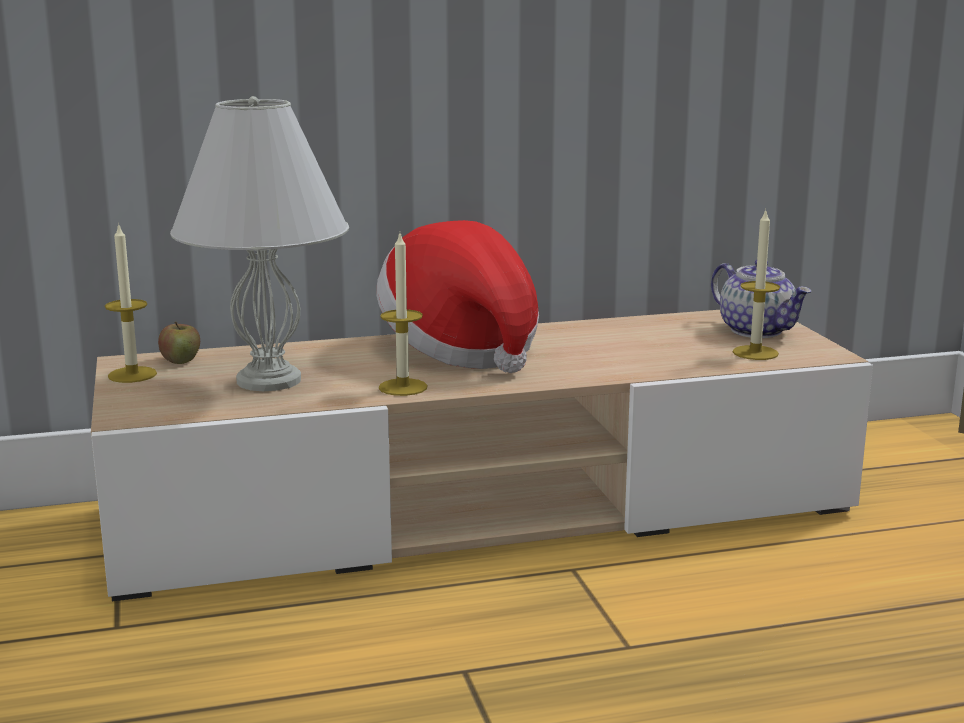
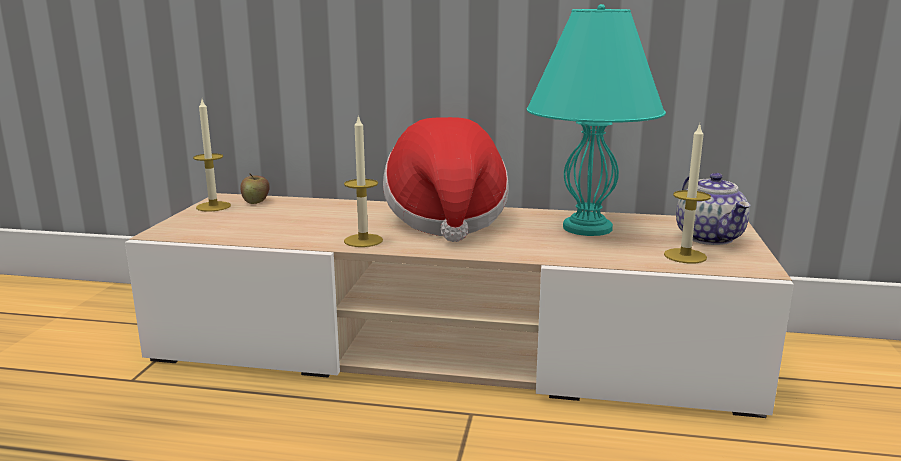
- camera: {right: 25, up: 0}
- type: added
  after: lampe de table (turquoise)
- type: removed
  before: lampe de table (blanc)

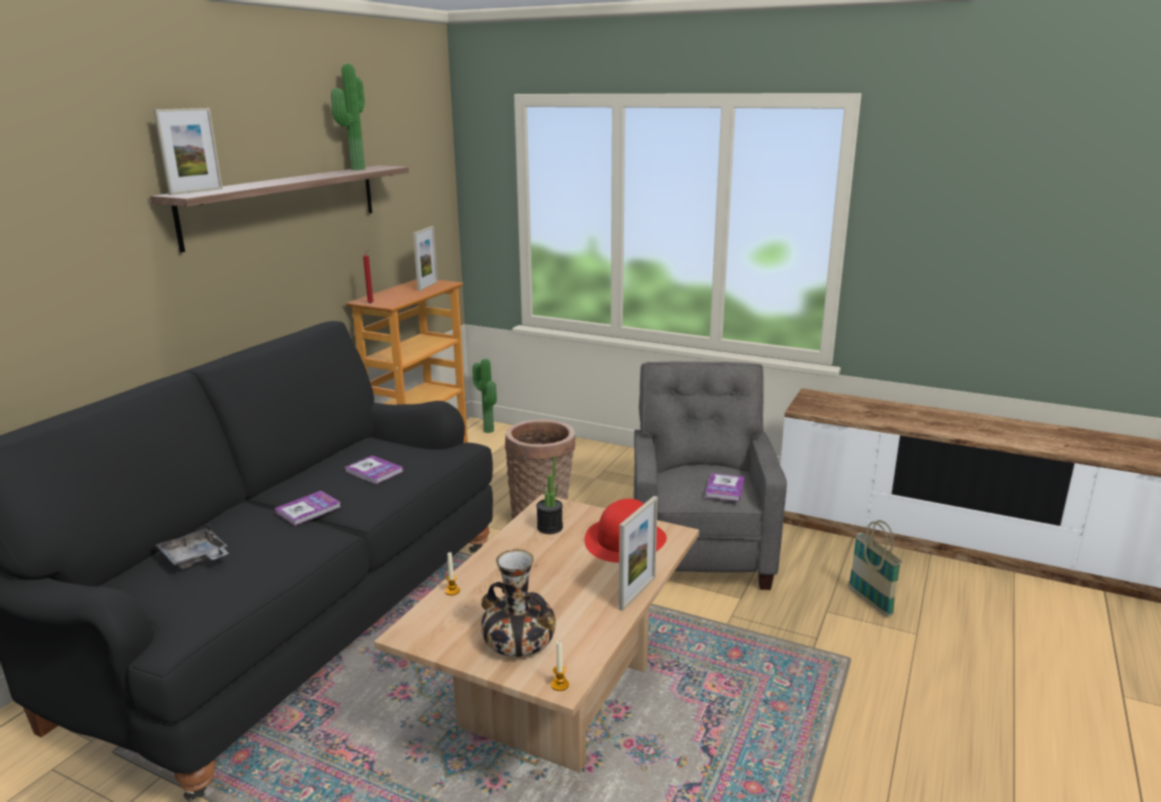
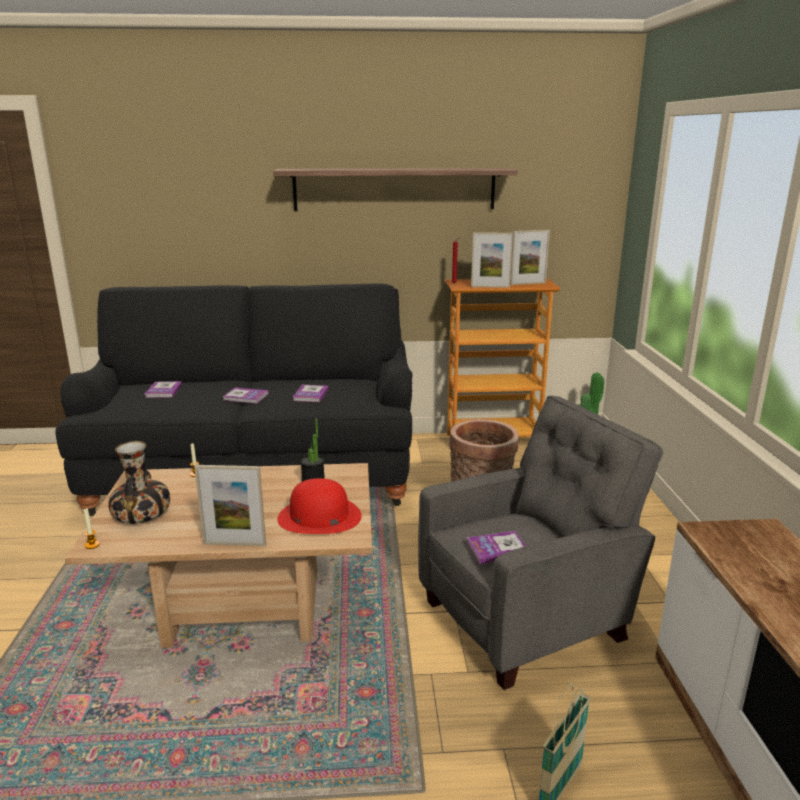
- camera: {right: 60, up: 0}
- type: replaced
  before: plateau (gris)
  after: livre (1st from left)
- type: moved
  before: cadre photo (1st from left in the first image)
  after: cadre photo (2nd from left)
- type: removed
  before: plante en pot (1st from left)

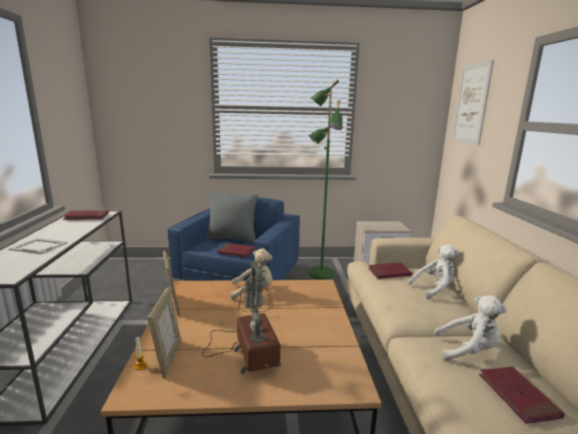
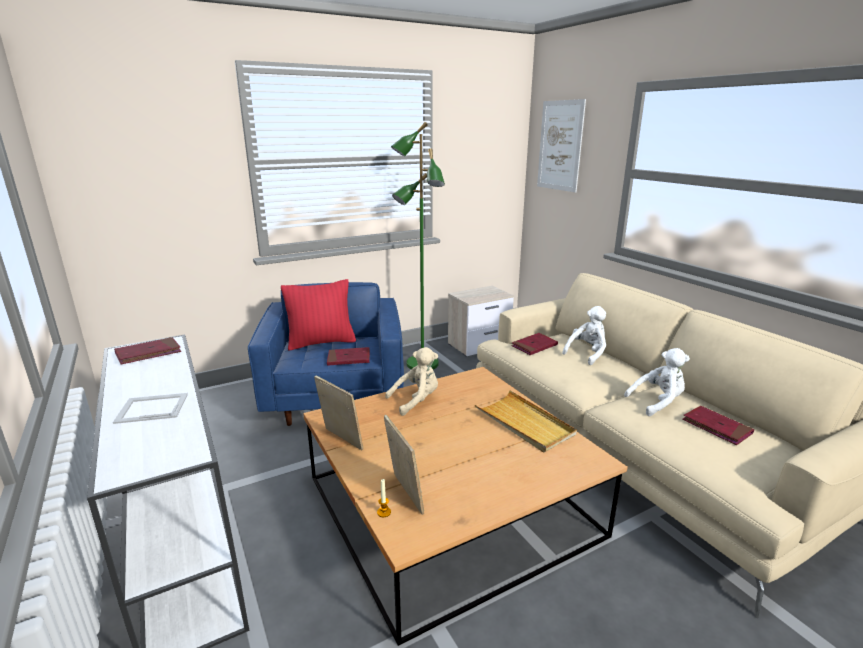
- camera: {right: -25, up: 5}
- type: recoloured
  before: coussin (gris)
  after: coussin (rouge)
- type: added
  after: plateau (beige)
- type: removed
  before: lampe de table

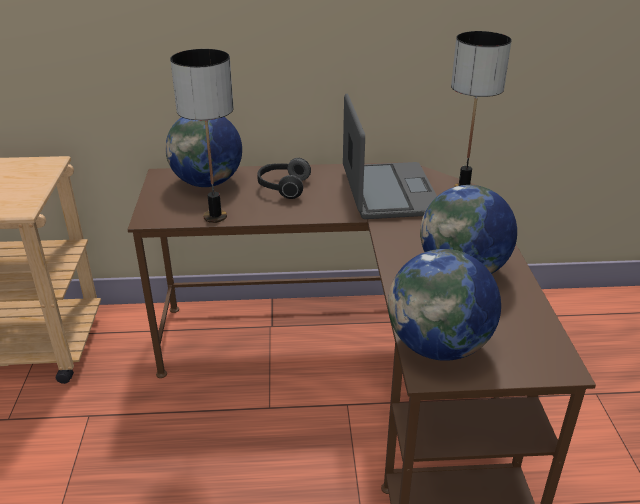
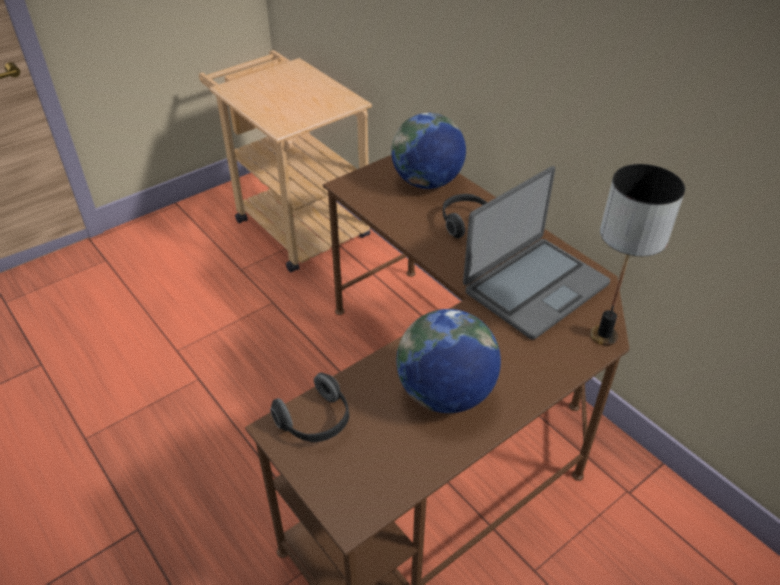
- camera: {right: 55, up: 10}
- type: replaced
  before: globe (2nd from left)
  after: casque audio (1st from left)
- type: removed
  before: lampe de table (1st from left)

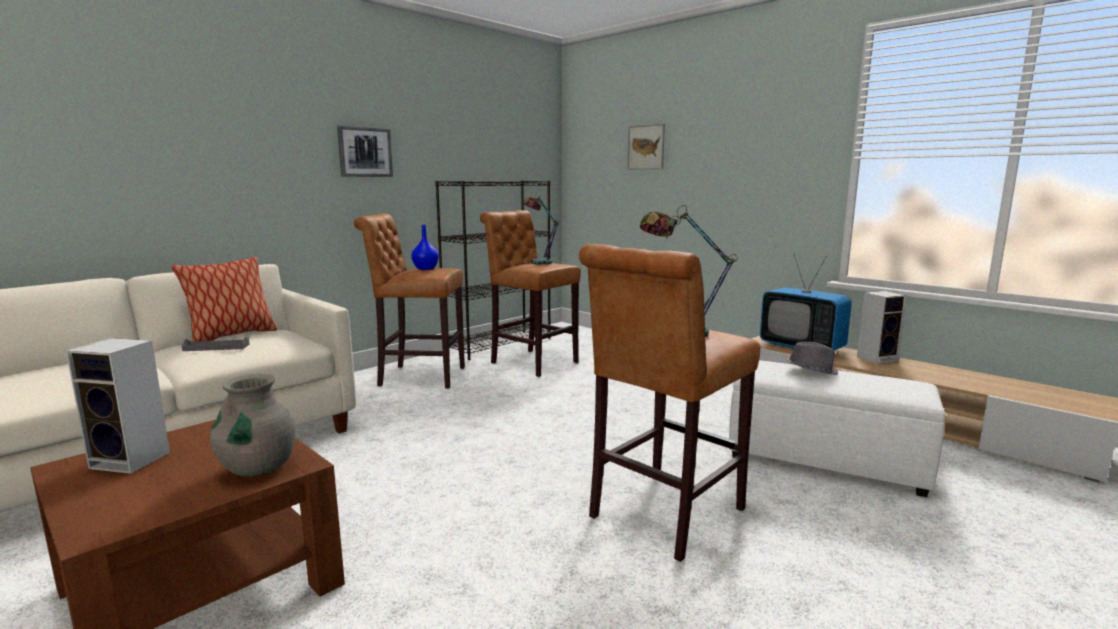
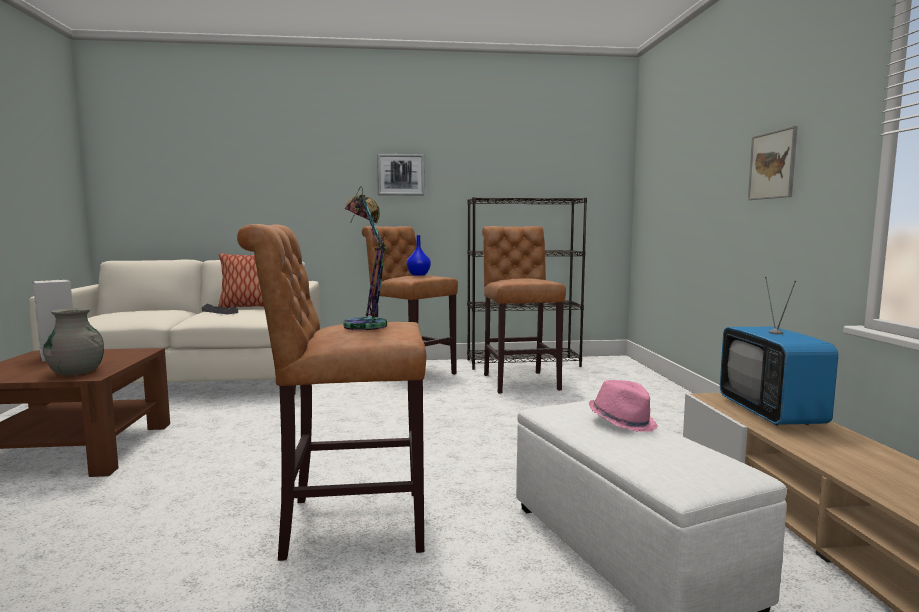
- camera: {right: 40, up: -5}
- type: recoloured
  before: chapeau (gris)
  after: chapeau (rose)
- type: moved
  before: tableau (2nd from left)
- type: removed
  before: lampe de table (1st from left)
- type: removed
  before: enceinte (2nd from left)

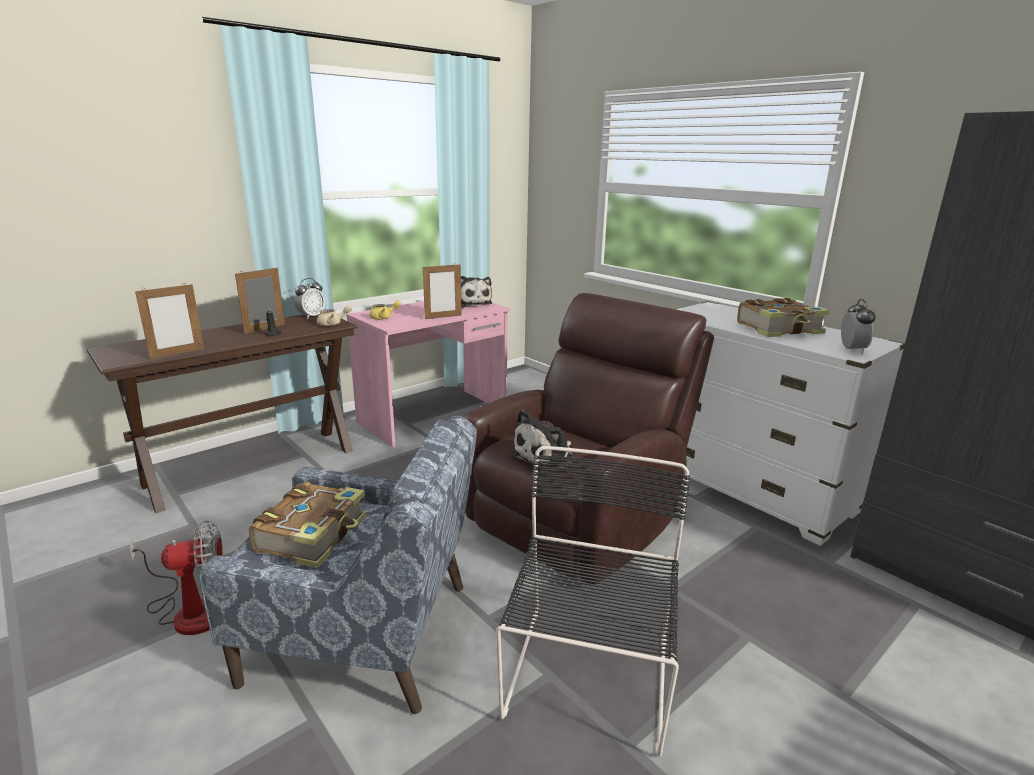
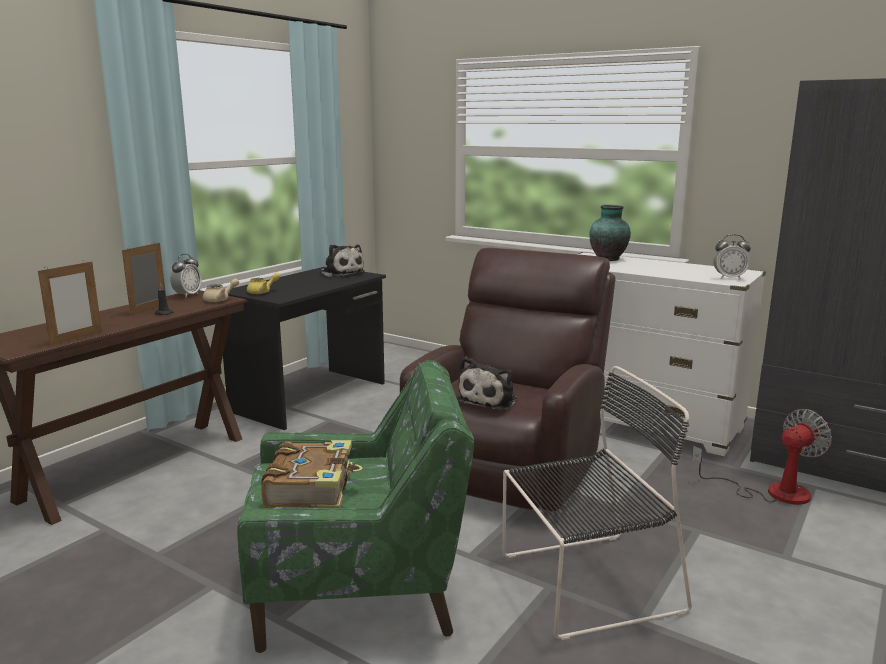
- camera: {right: -15, up: -5}
- type: recoloured
  before: bureau (rose)
  after: bureau (noir)
- type: recoloured
  before: fauteuil (bleu)
  after: fauteuil (vert)
- type: turned
  before: chaise (noir)
  turn: 75
- type: added
  after: vase
- type: moved
  before: ventilateur
- type: turned
  before: réveil (2nd from left)
  turn: 105
- type: removed
  before: cadre photo (3rd from left)
- type: removed
  before: livre (2nd from left)

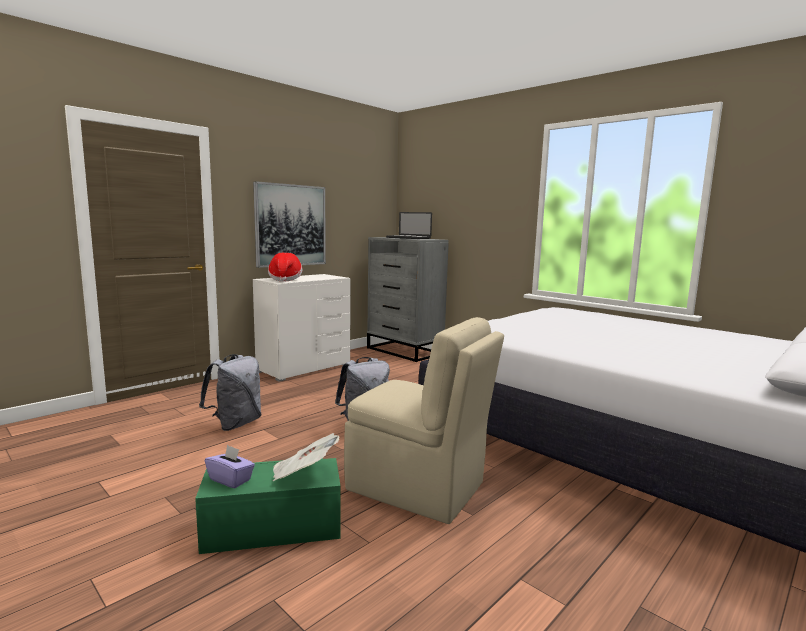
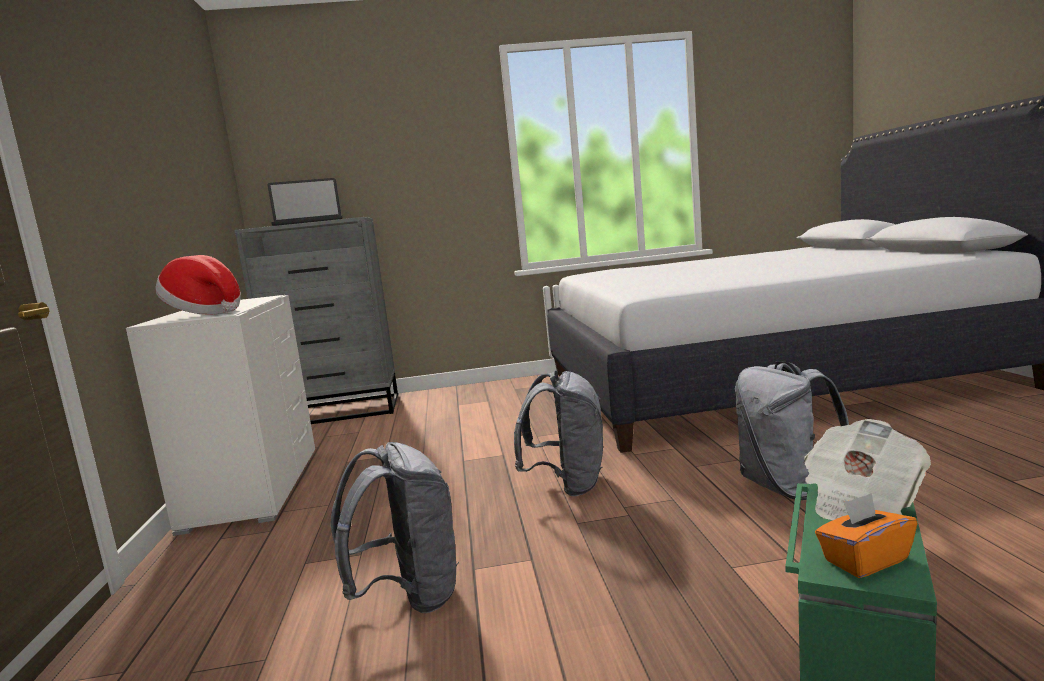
- camera: {right: -50, up: 0}
- type: replaced
  before: chaise (beige)
  after: sac à dos (gris) (3rd from left)
- type: recoloured
  before: boîte à mouchoirs (violet)
  after: boîte à mouchoirs (orange)
- type: removed
  before: tableau

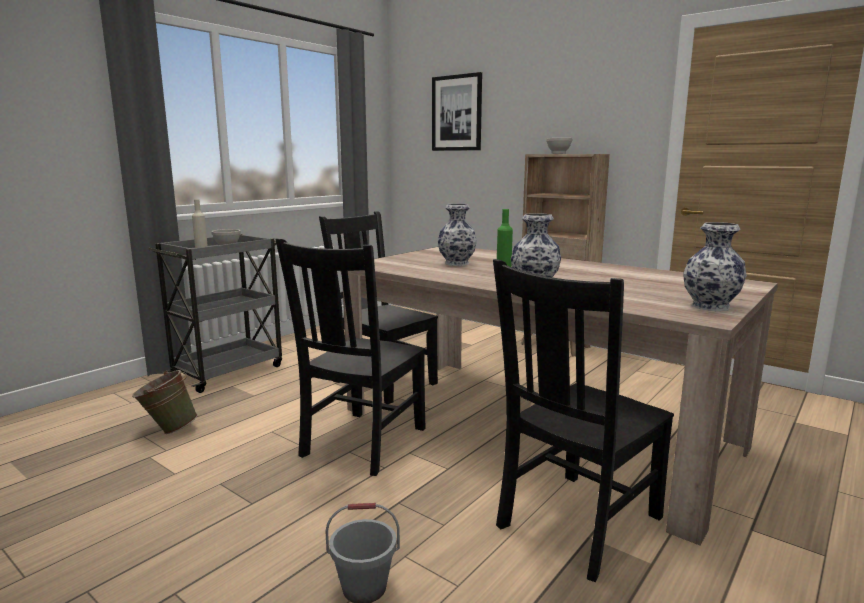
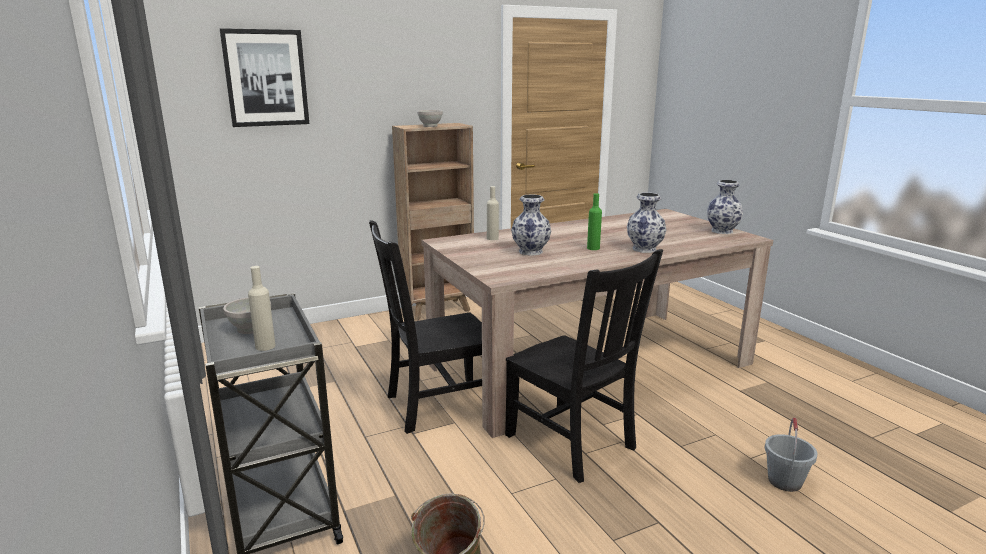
- camera: {right: -65, up: 5}
- type: added
  after: bouteille (beige) (2nd from left)
- type: removed
  before: chaise (noir) (3rd from left)

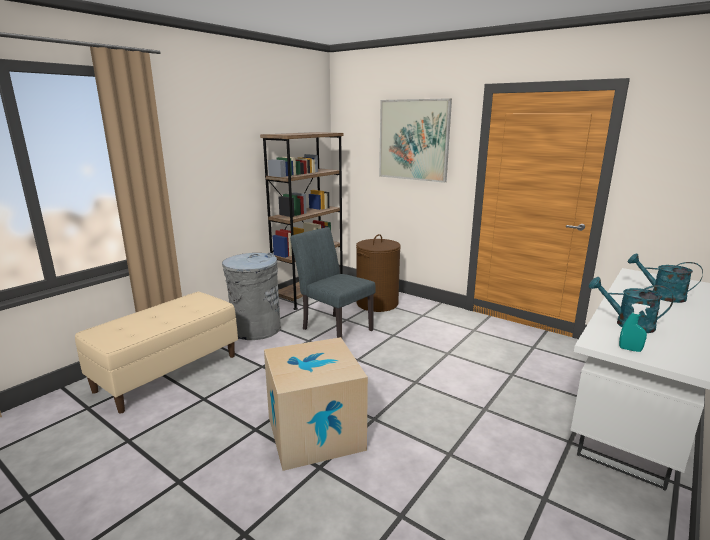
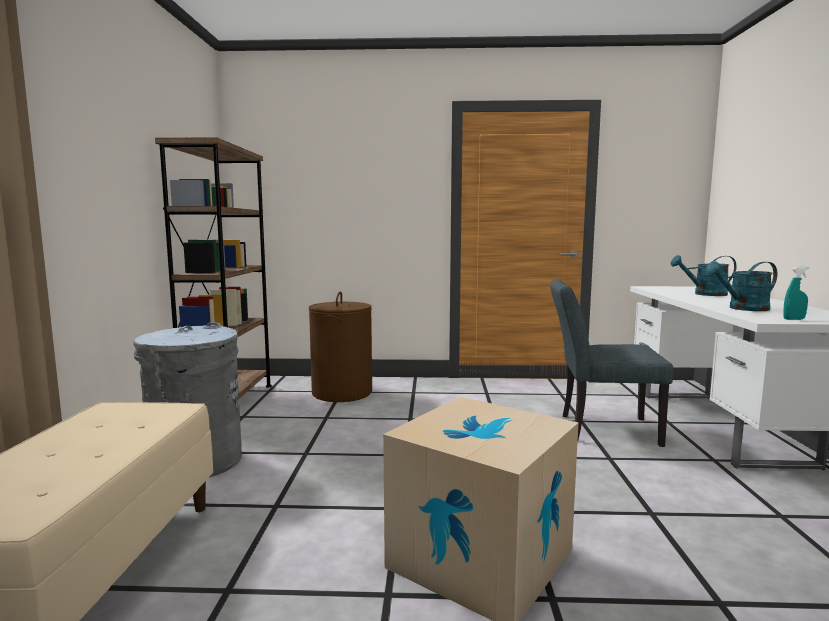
- camera: {right: -35, up: -10}
- type: moved
  before: chaise (gris)
- type: removed
  before: tableau

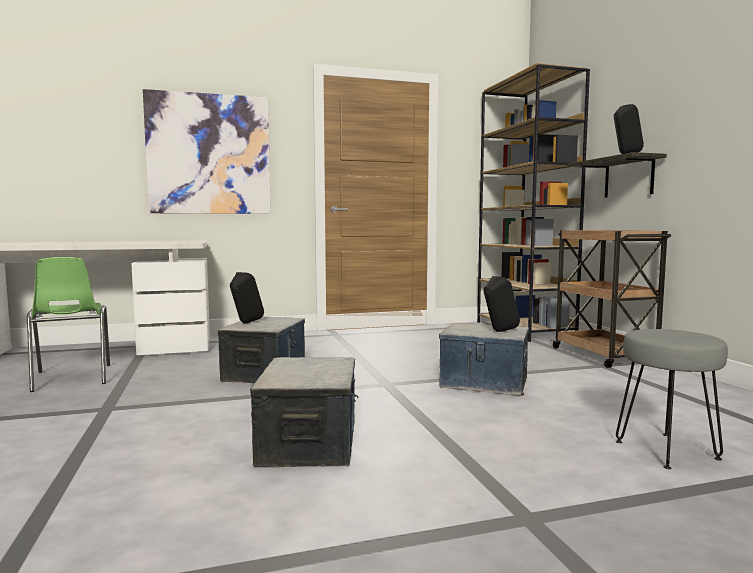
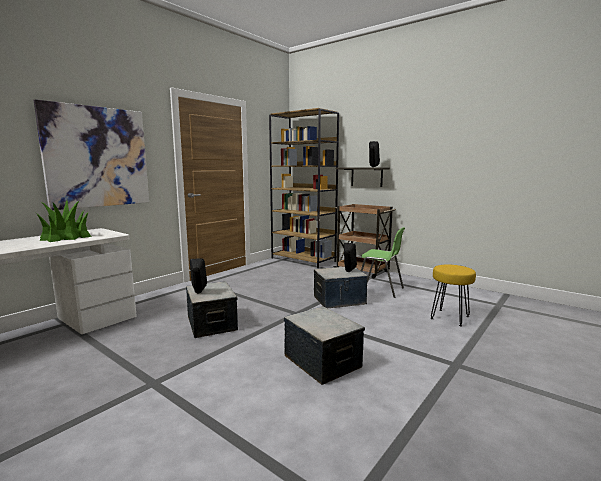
- camera: {right: -35, up: 5}
- type: added
  after: plante en pot
- type: moved
  before: chaise (vert)
- type: recoloured
  before: tabouret (gris)
  after: tabouret (jaune)

